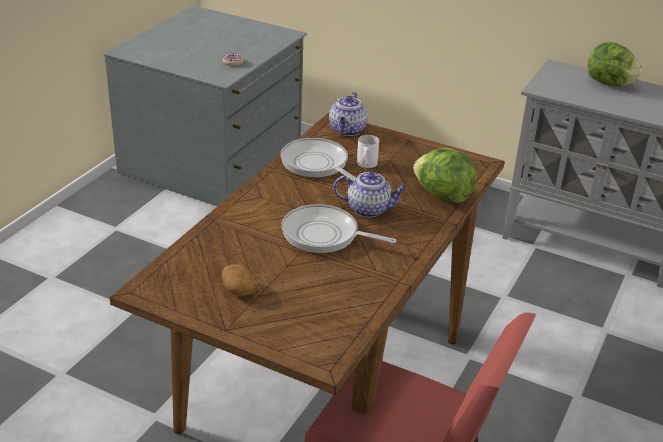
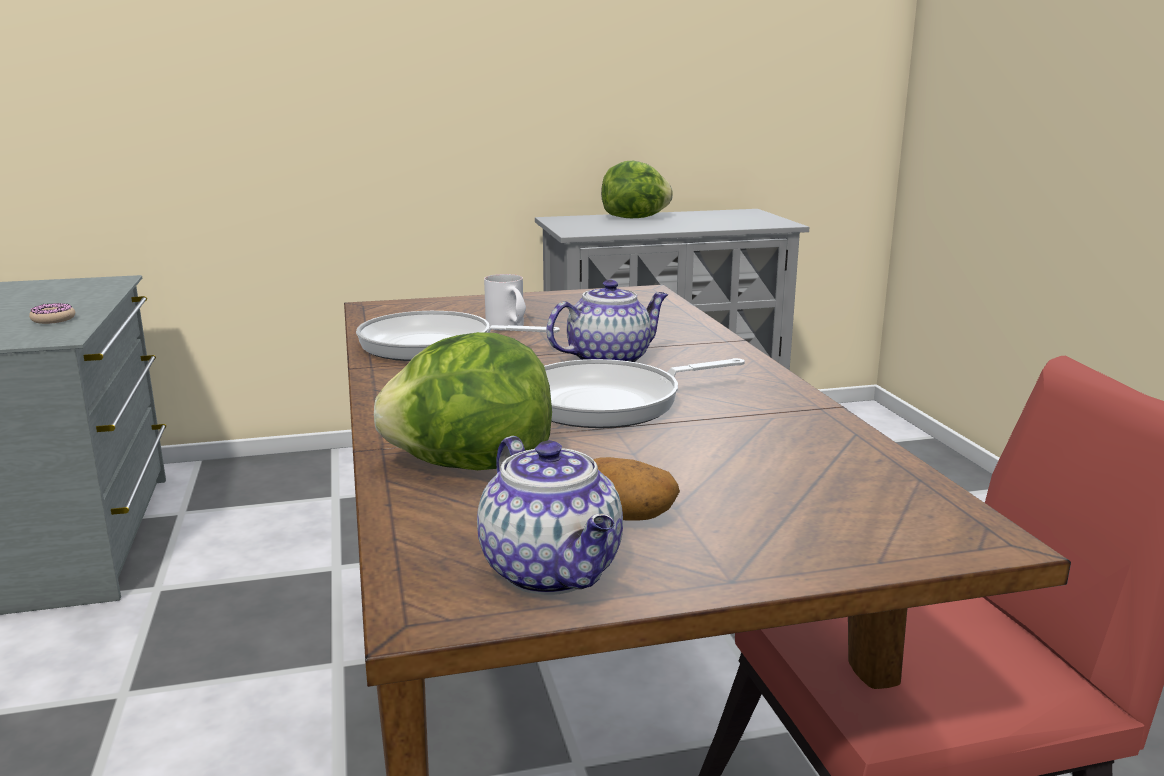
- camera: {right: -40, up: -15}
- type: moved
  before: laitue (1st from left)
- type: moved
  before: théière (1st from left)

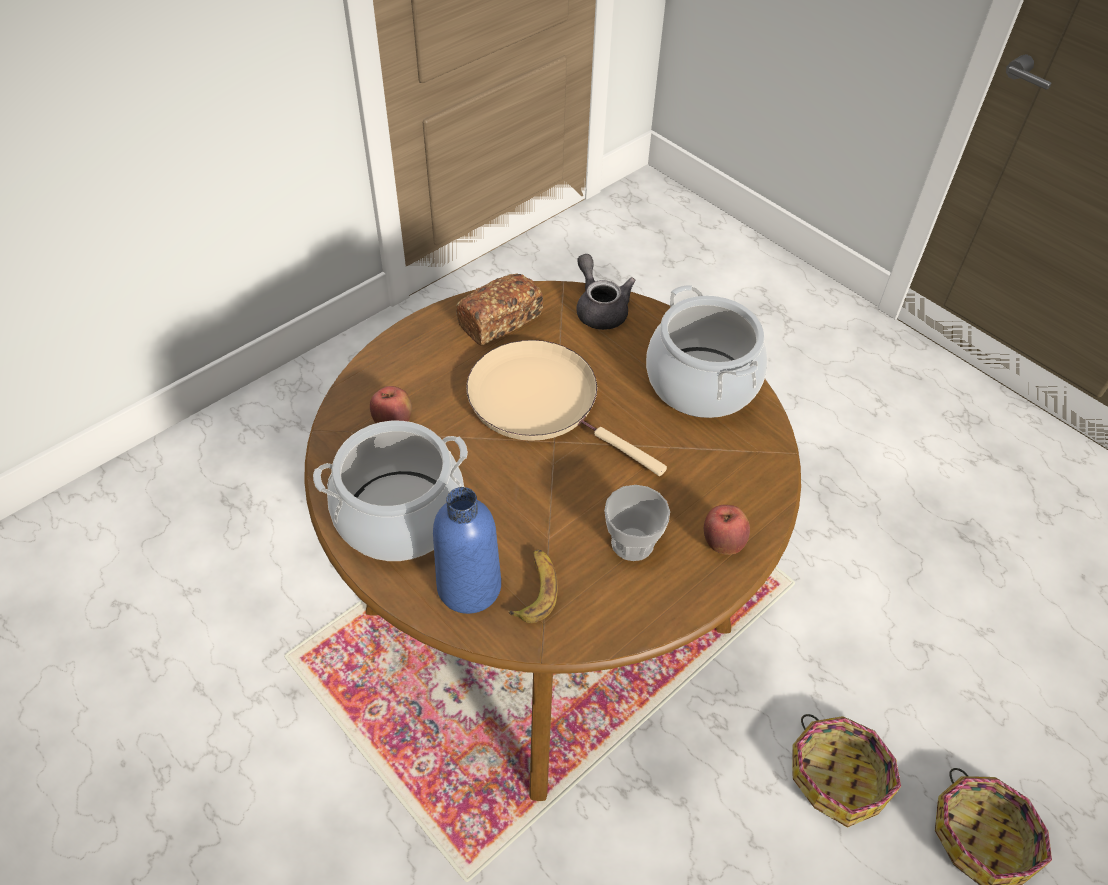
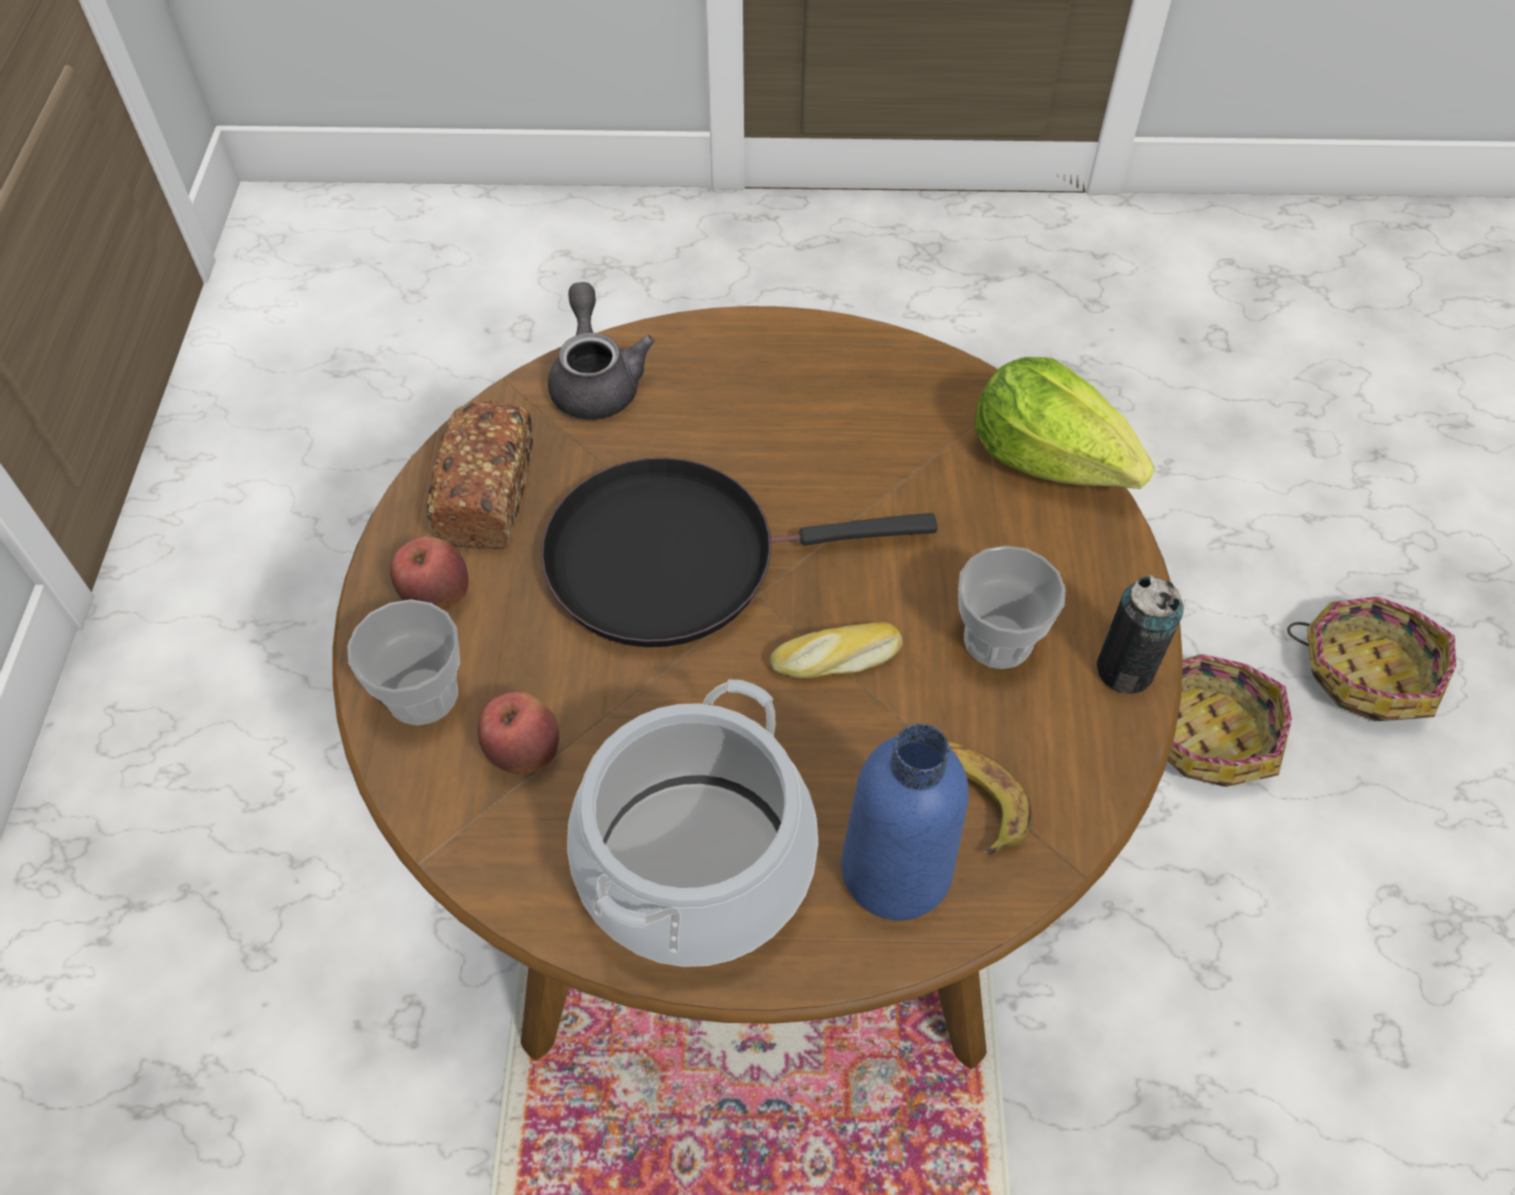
- camera: {right: -45, up: 5}
- type: added
  after: tasse (1st from left)
- type: moved
  before: pomme (2nd from left in the first image)
  after: pomme (1st from left)
- type: recoloured
  before: poêle (beige)
  after: poêle (noir)
- type: turned
  before: théière (gris)
  turn: 60
- type: added
  after: pain (2nd from left)
- type: added
  after: laitue
- type: added
  after: boîte métallique
- type: removed
  before: marmite (2nd from left)

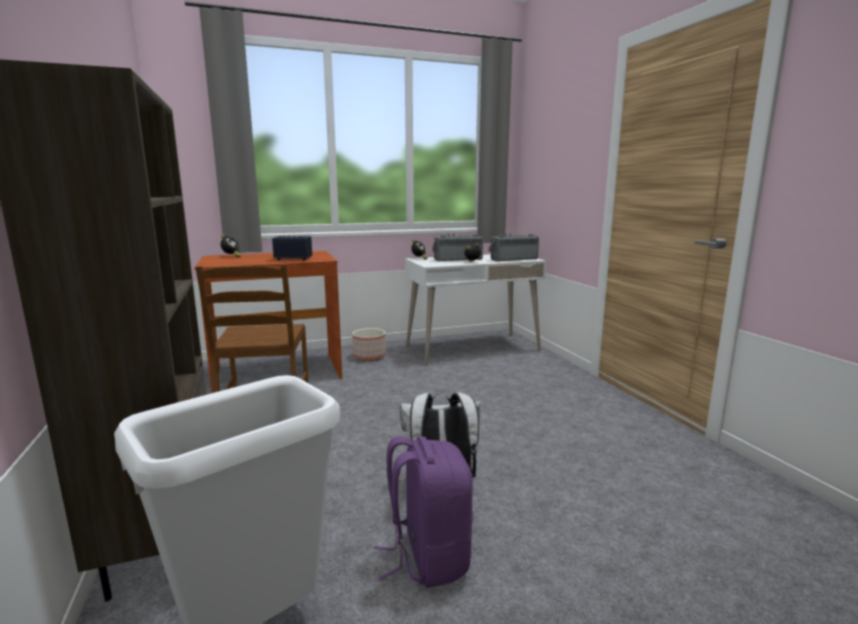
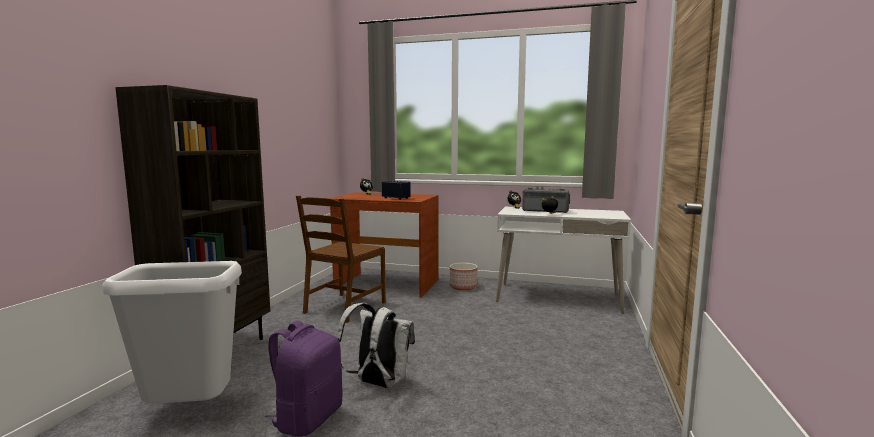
- camera: {right: 35, up: -5}
- type: removed
  before: radio (2nd from left)

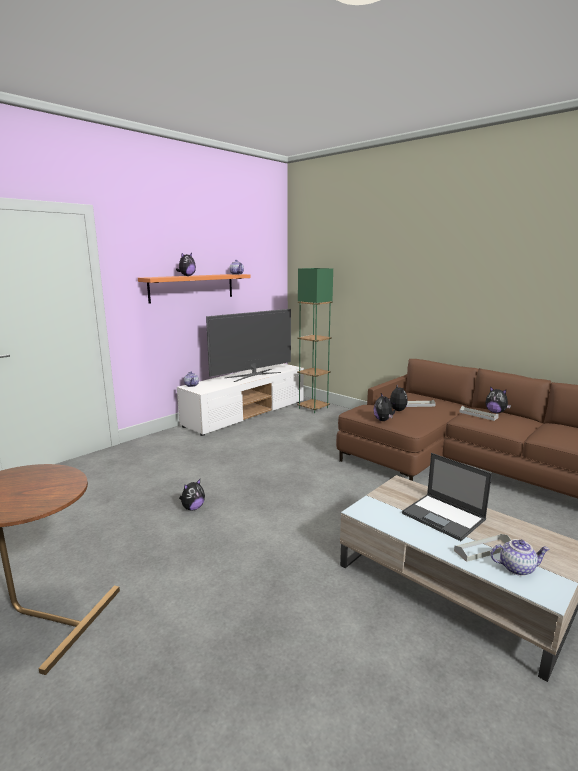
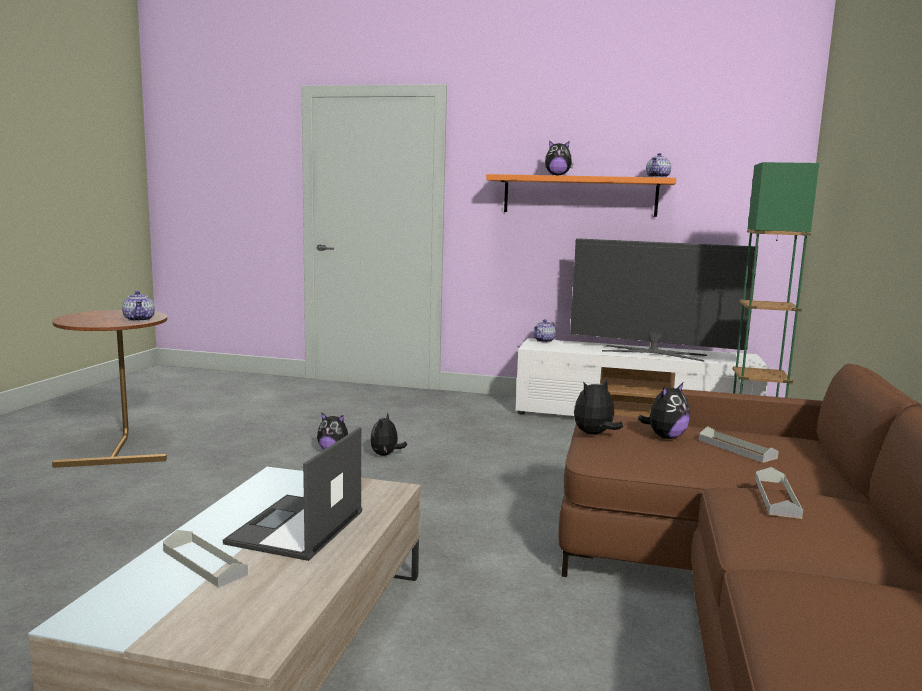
- camera: {right: 60, up: -5}
- type: moved
  before: théière (3rd from left in the first image)
  after: théière (1st from left)
- type: moved
  before: peluche (5th from left in the first image)
  after: peluche (2nd from left)

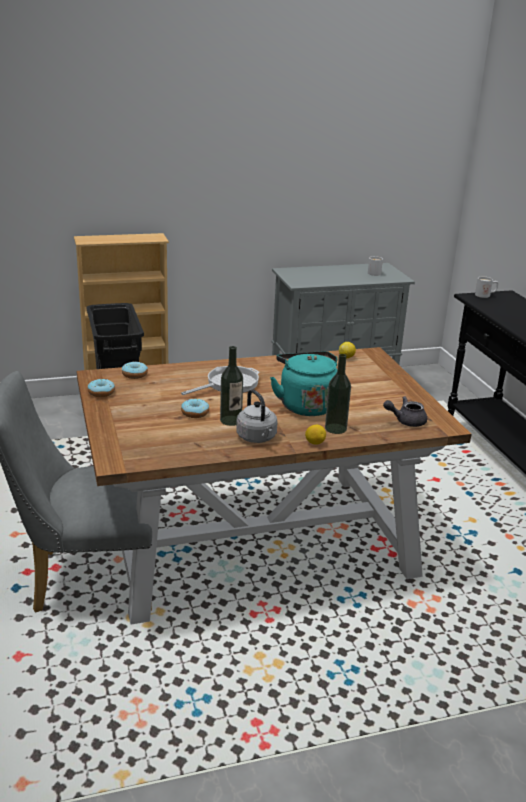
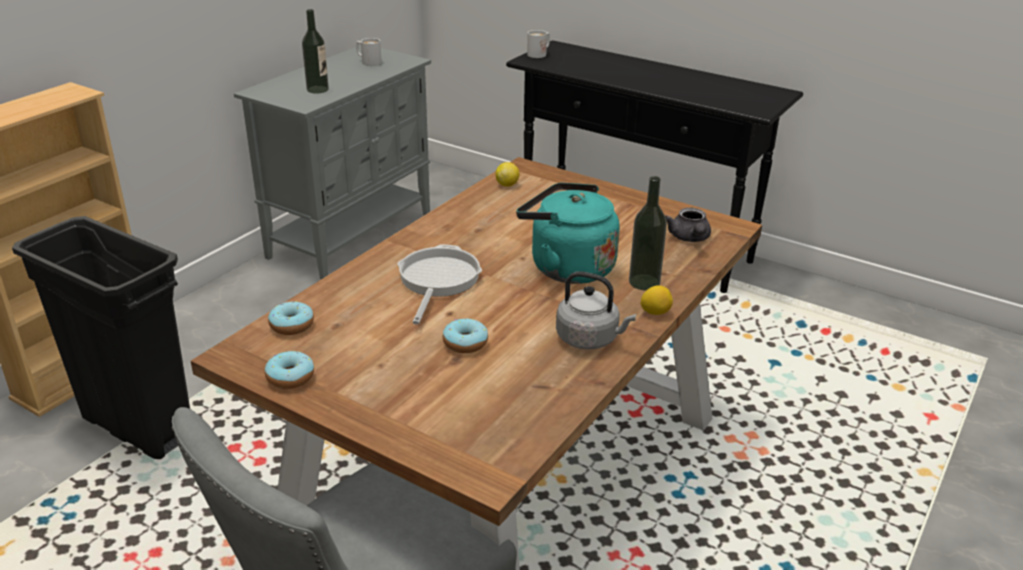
- camera: {right: -40, up: 5}
- type: moved
  before: bouteille (1st from left)
- type: turned
  before: théière (gris)
  turn: -45

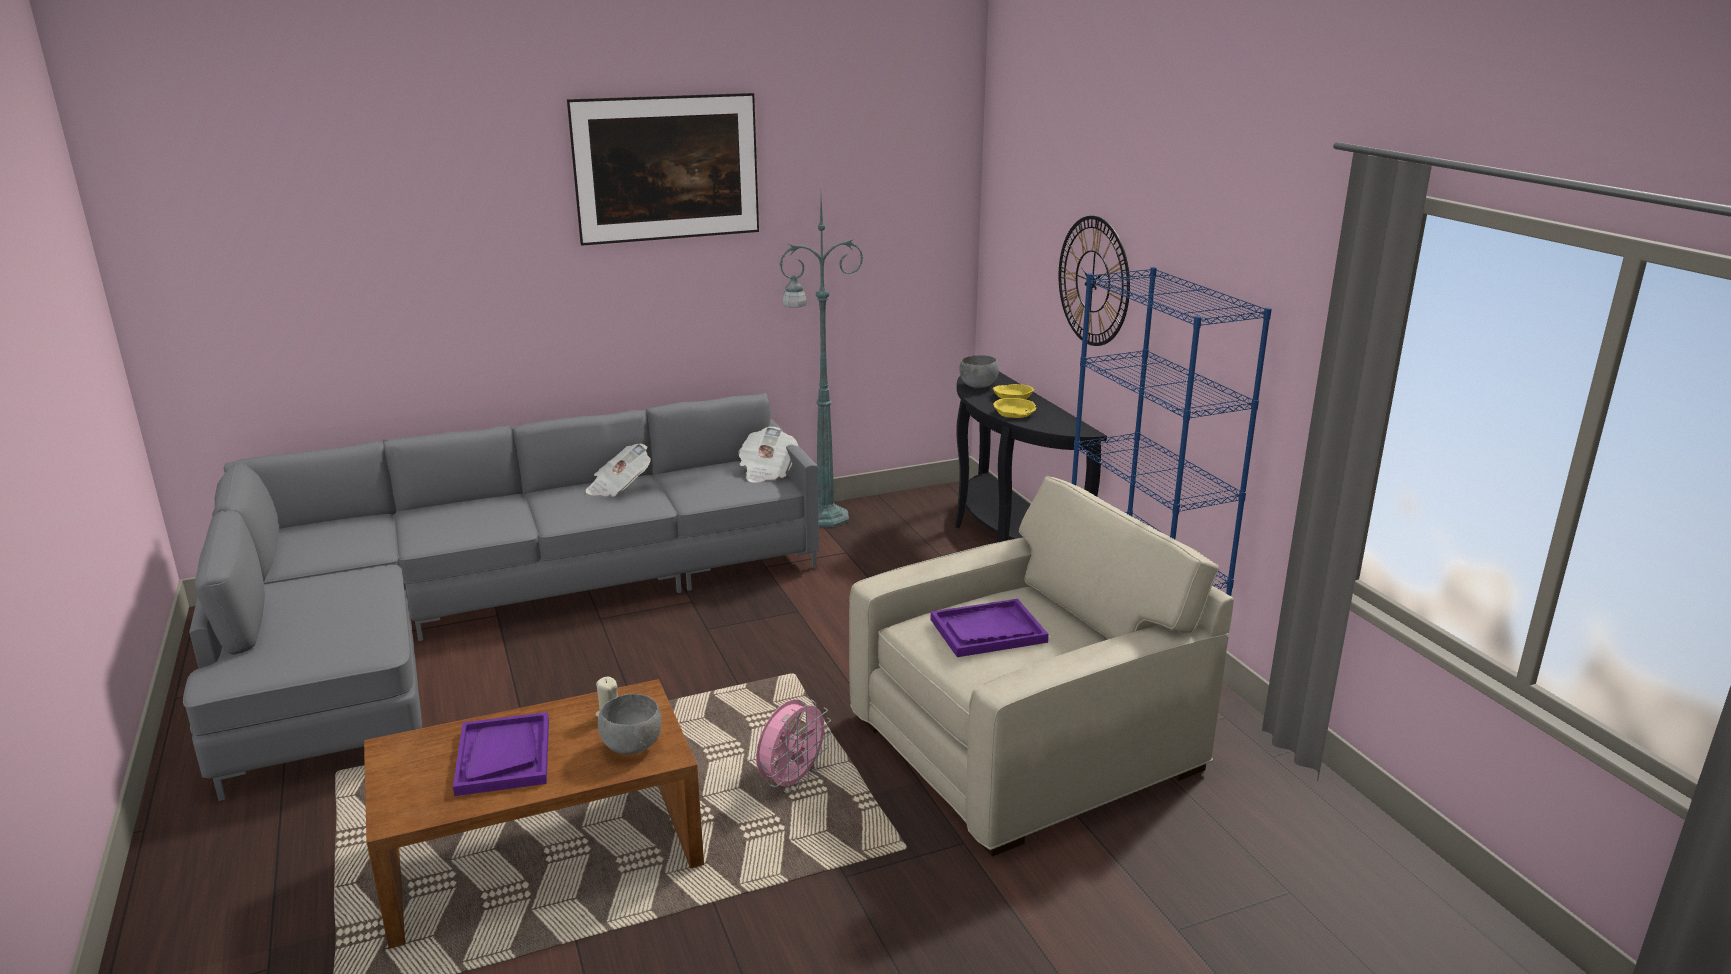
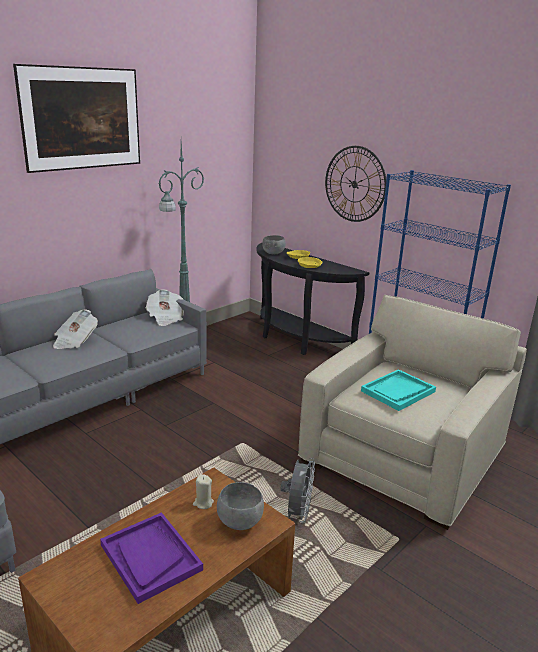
- camera: {right: -25, up: 0}
- type: recoloured
  before: ventilateur (rose)
  after: ventilateur (gris)
- type: recoloured
  before: plateau (violet) (2nd from left)
  after: plateau (turquoise)

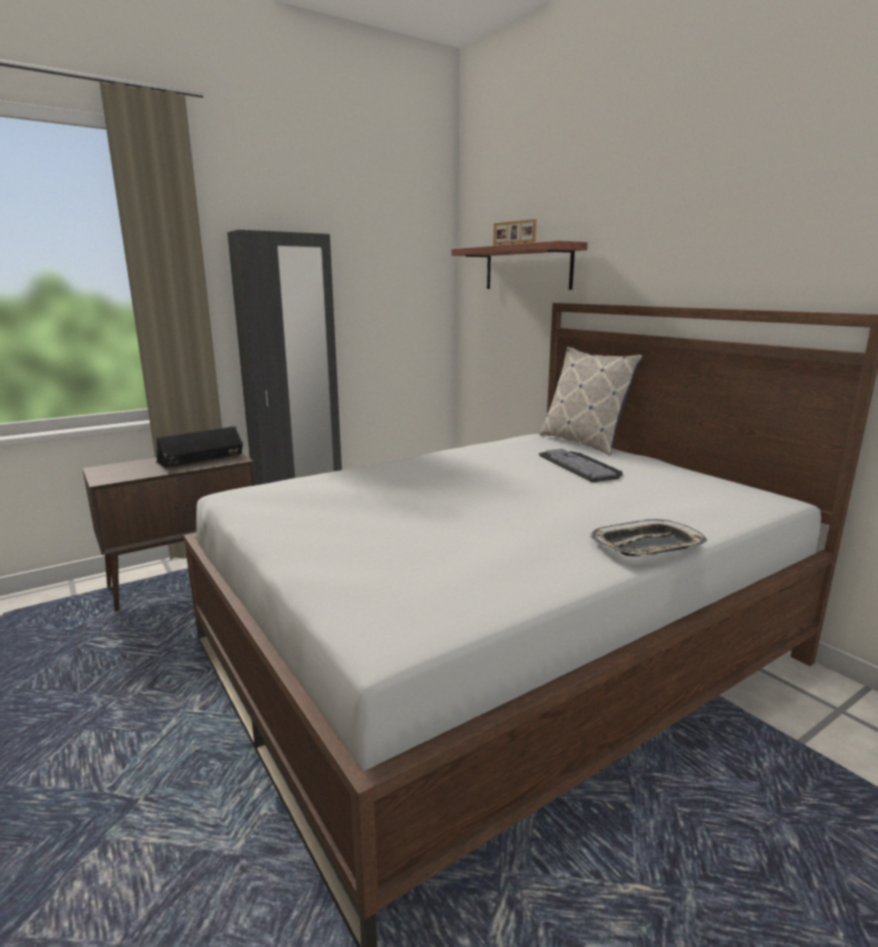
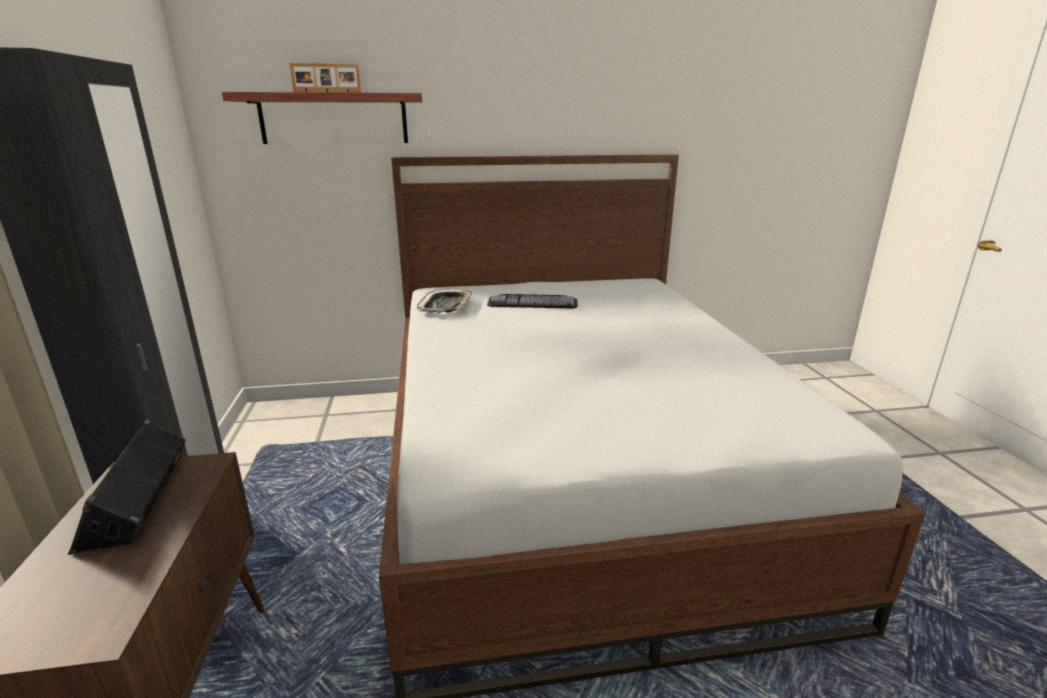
- camera: {right: -65, up: 5}
- type: moved
  before: plateau
- type: removed
  before: coussin

